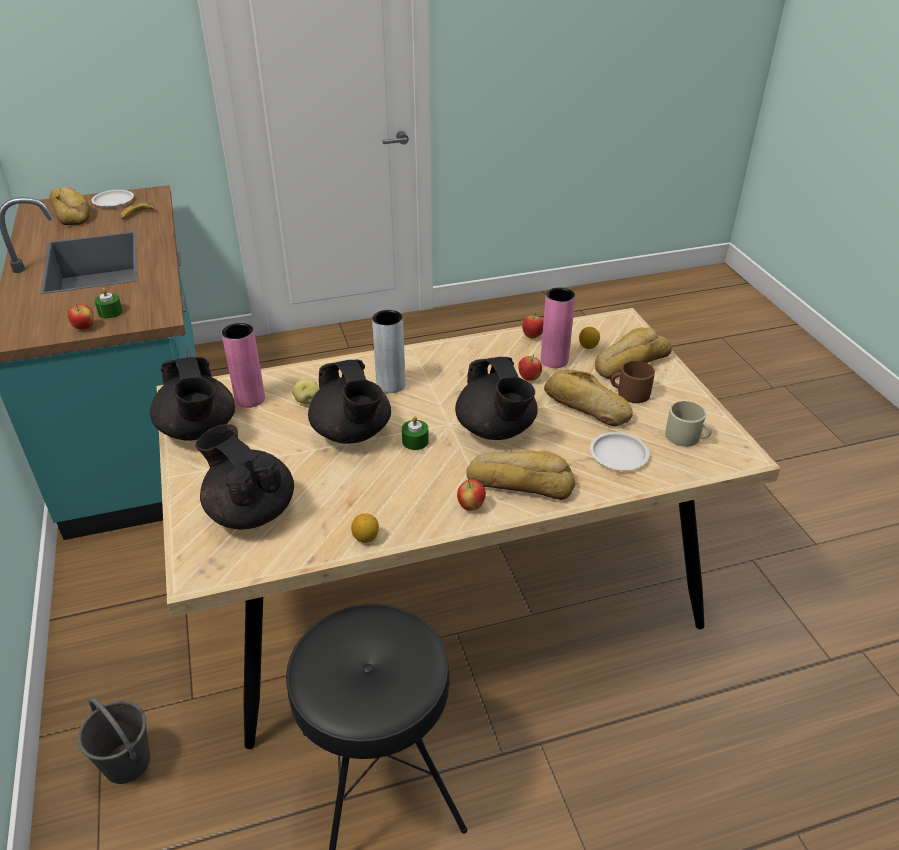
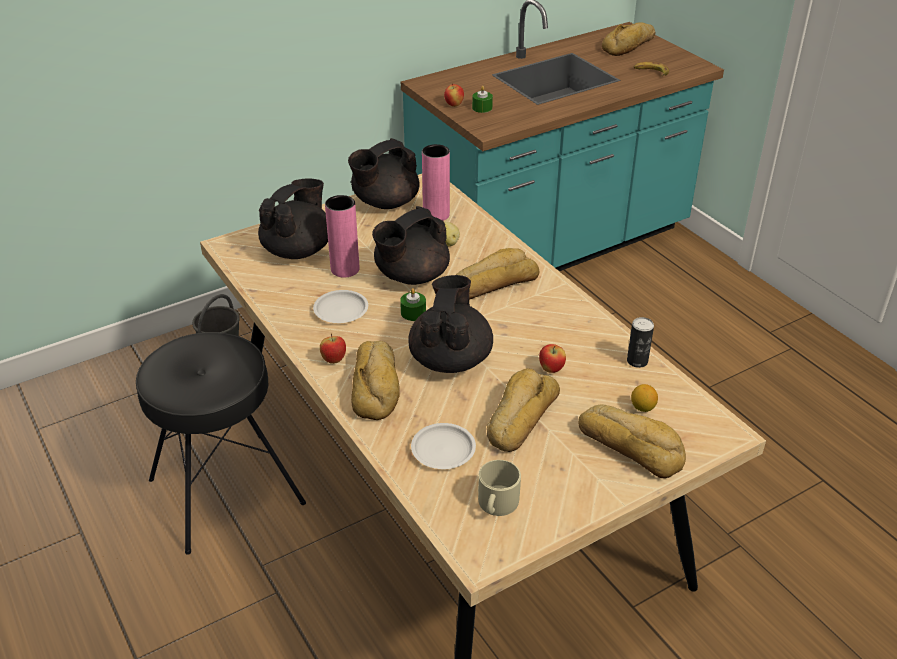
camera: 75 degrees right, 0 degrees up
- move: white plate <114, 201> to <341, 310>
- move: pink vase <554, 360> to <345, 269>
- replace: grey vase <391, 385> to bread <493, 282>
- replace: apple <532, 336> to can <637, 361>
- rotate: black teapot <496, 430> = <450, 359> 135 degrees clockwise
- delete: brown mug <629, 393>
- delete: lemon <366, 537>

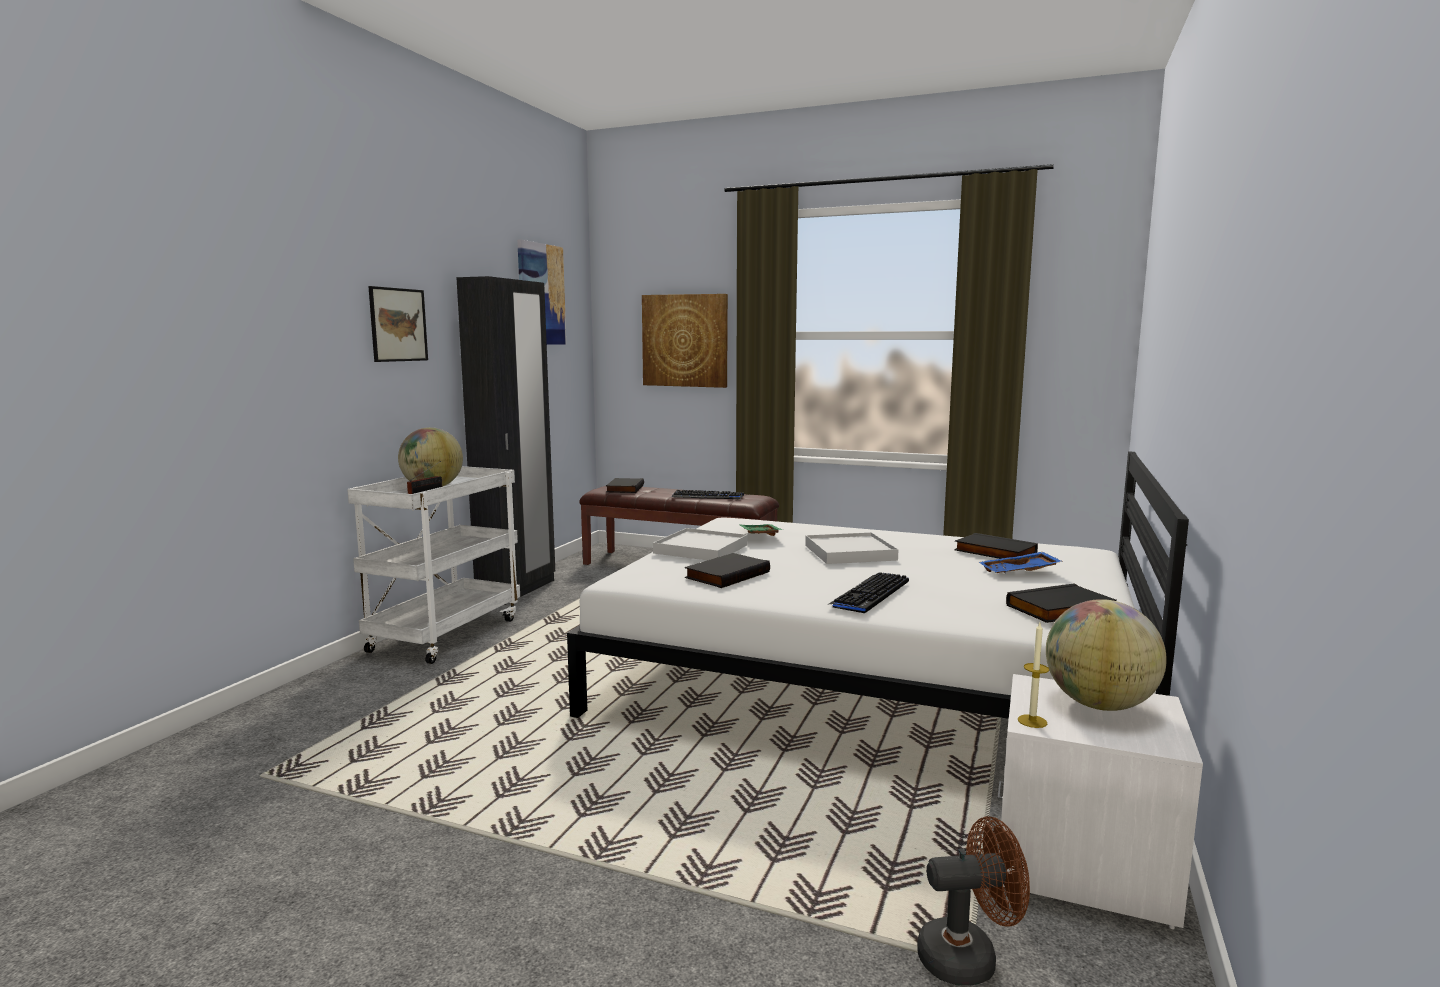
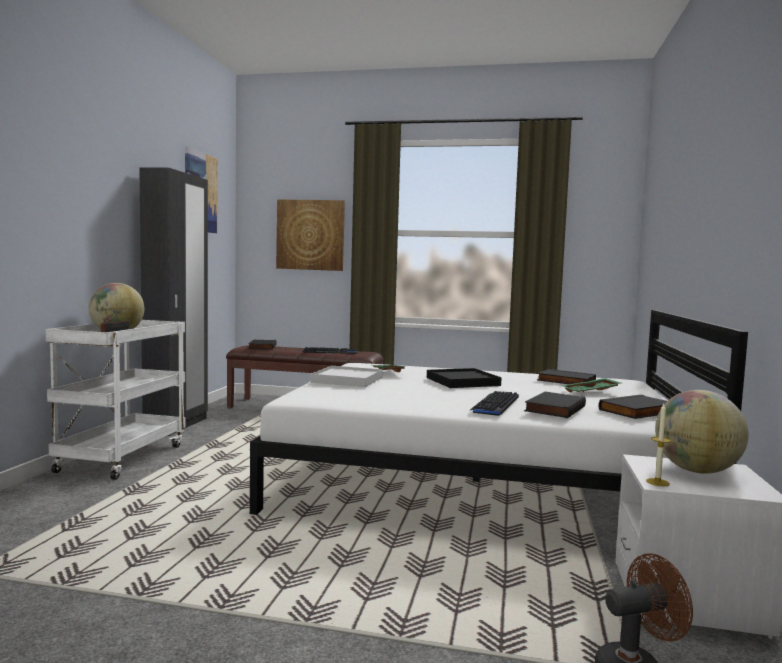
camera: 10 degrees left, 5 degrees down
- delete: picture <398, 325>
- recolor: white tray <849, 553> to black tray <462, 382>
- recolor: blue tray <1019, 572> to green tray <591, 392>
- move: black book <726, 574> to <553, 408>

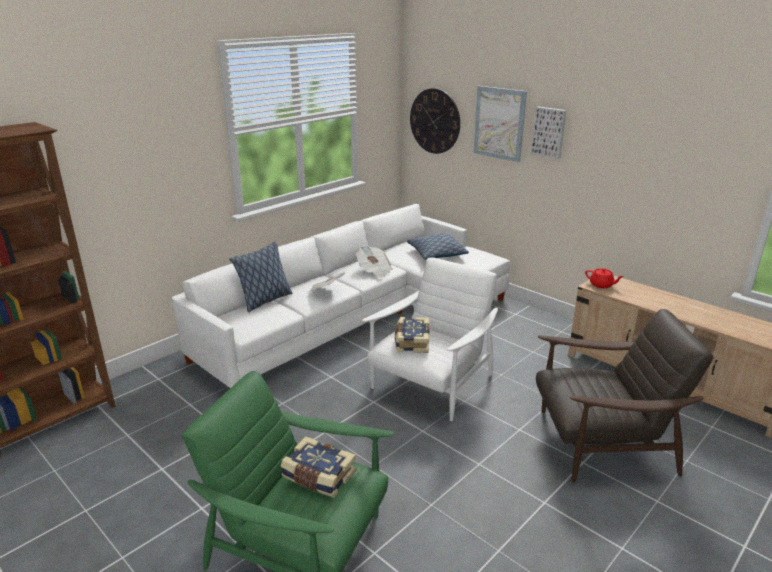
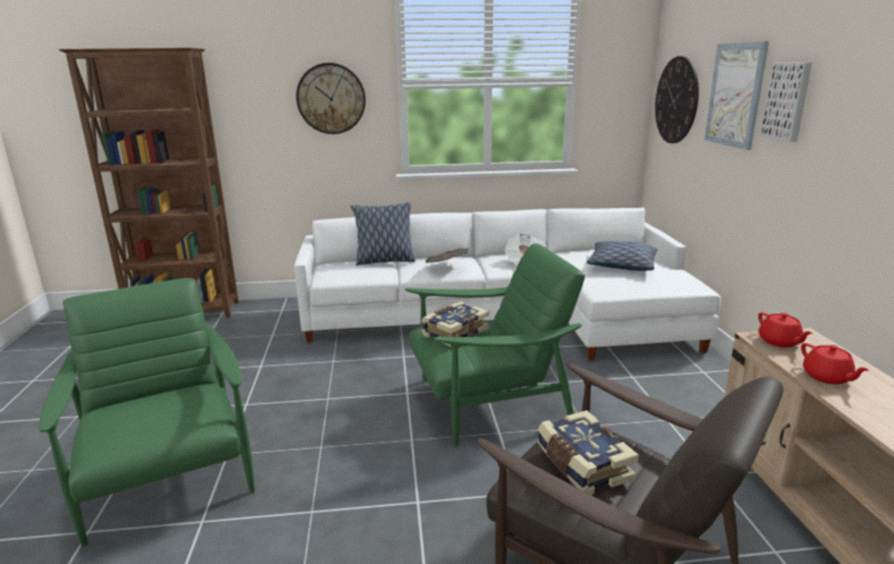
camera: 40 degrees right, 5 degrees down
- recolor: white armchair <431, 384> to green armchair <488, 401>
- move: book <318, 477> to <582, 465>
- insert: wall clock <331, 99>
- insert: red teapot <827, 377>

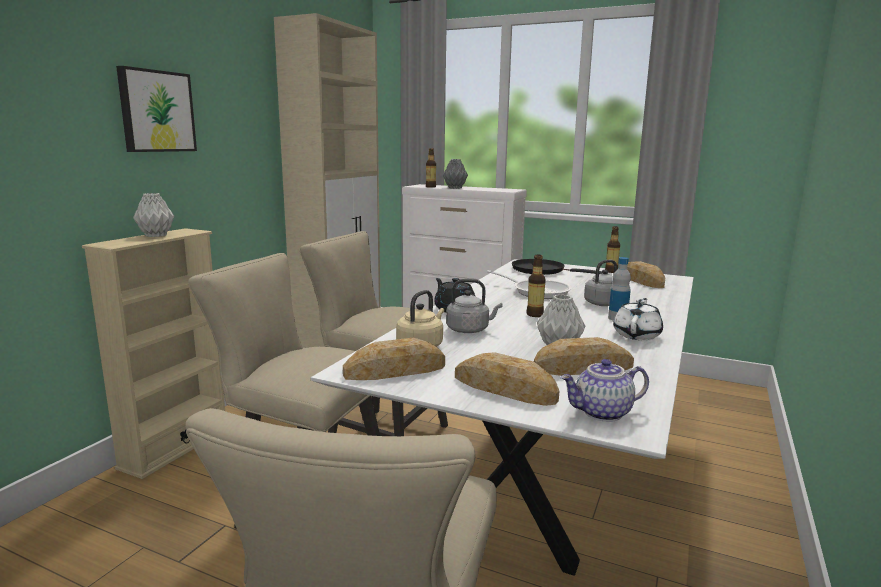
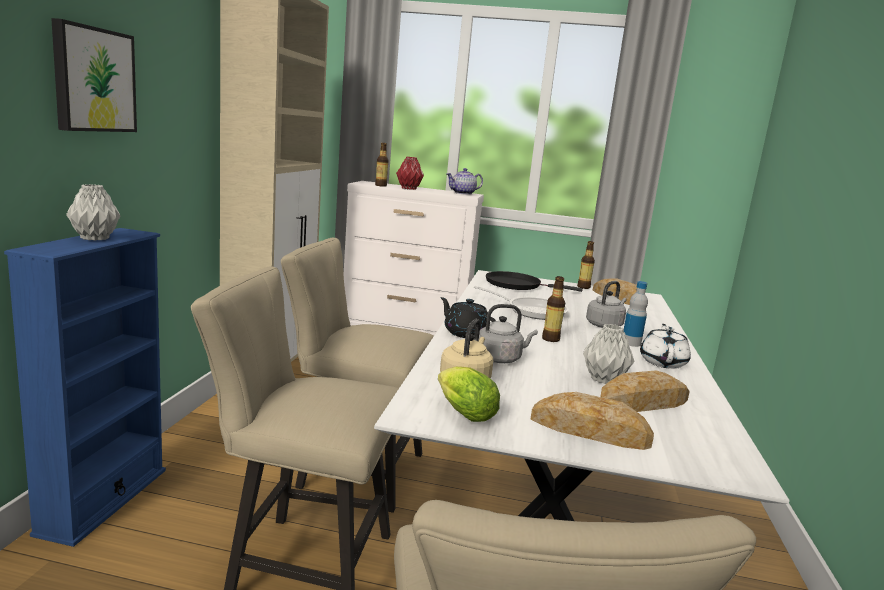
camera: 15 degrees left, 0 degrees up
- recolor: grey vase <455, 188> to red vase <409, 188>
- recolor: beige bookcase <176, 447> to blue bookcase <103, 500>
- replace: bread <395, 370> to lettuce <462, 412>
- move: teapot <602, 413> to <463, 193>

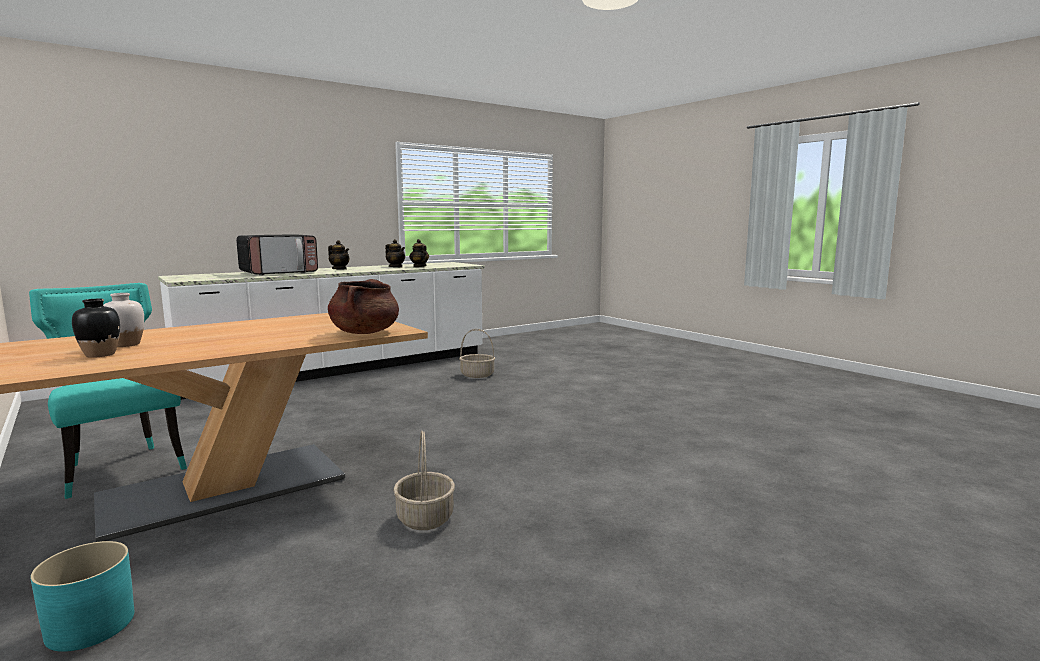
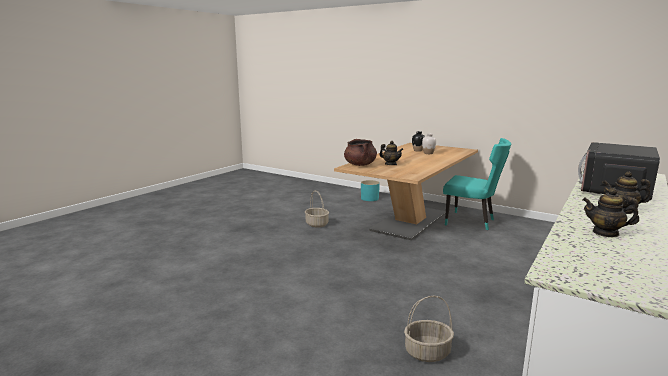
camera: 160 degrees right, 5 degrees up
- move: teapot <419, 266> to <390, 164>

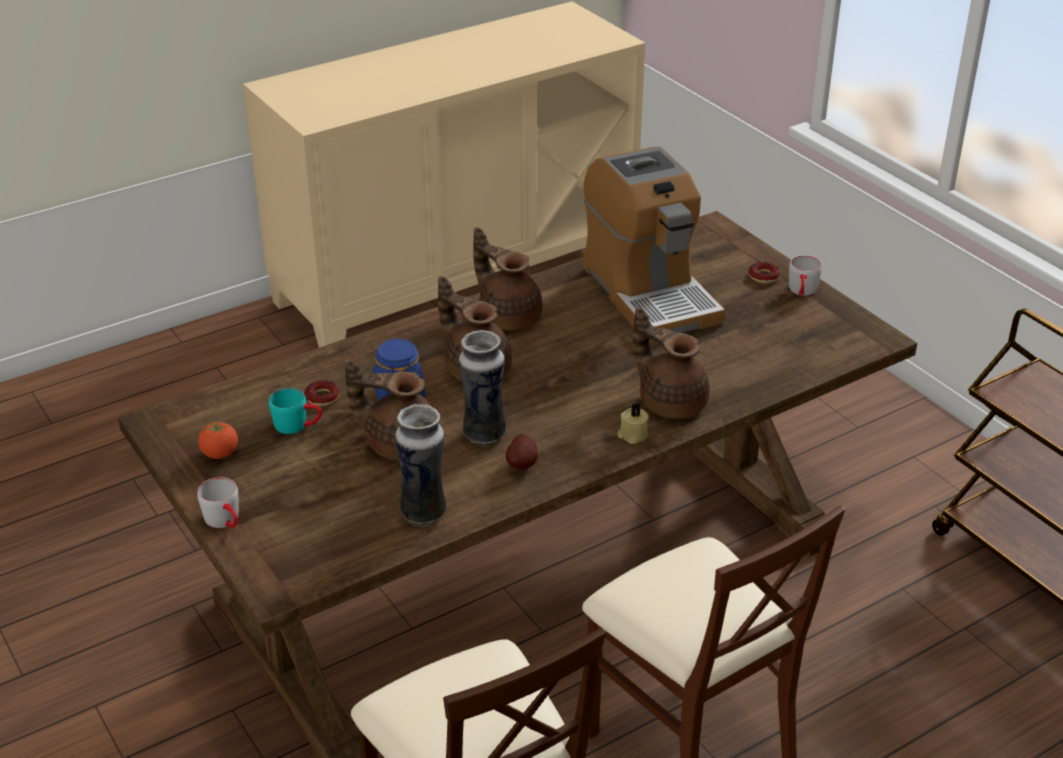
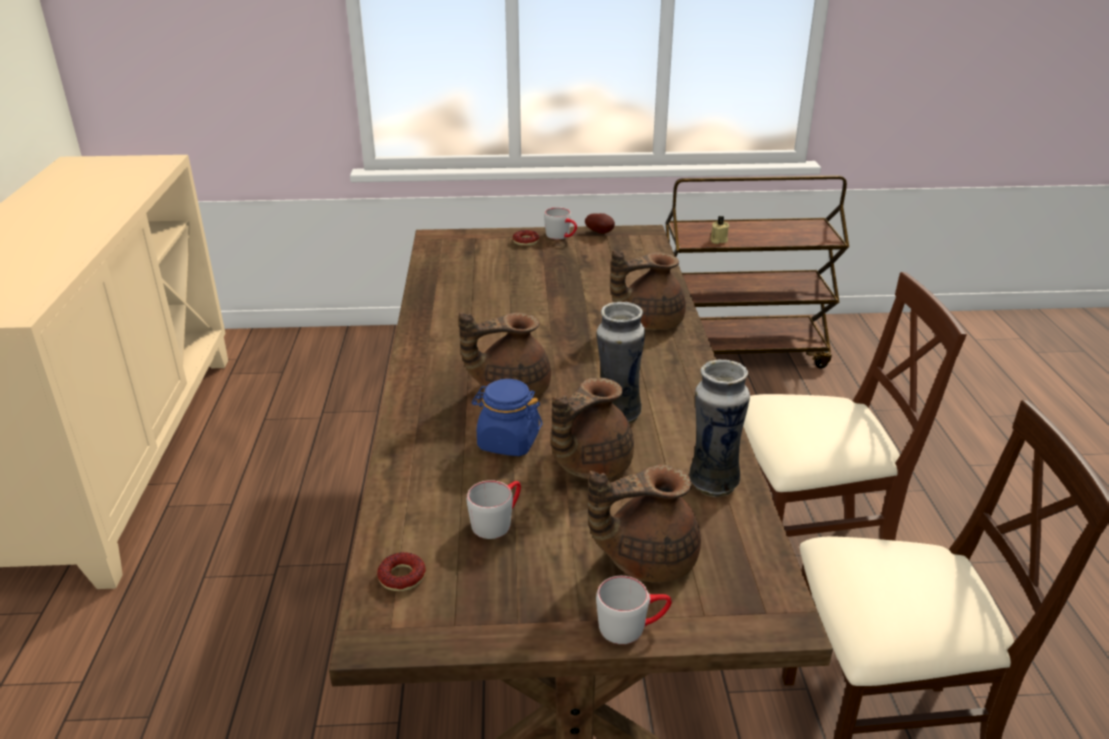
camera: 60 degrees left, 5 degrees down
- delete: coffee machine <649, 293>
- move: brown teapot <508, 316> to <646, 559>
- move: donut <322, 397> to <402, 577>
- recolor: turquoise mug <298, 425> to grey mug <497, 521>
- move: beige candle <632, 435> to <718, 240>
- delete: tomato <220, 454>
- move: potato <523, 465> to <601, 233>

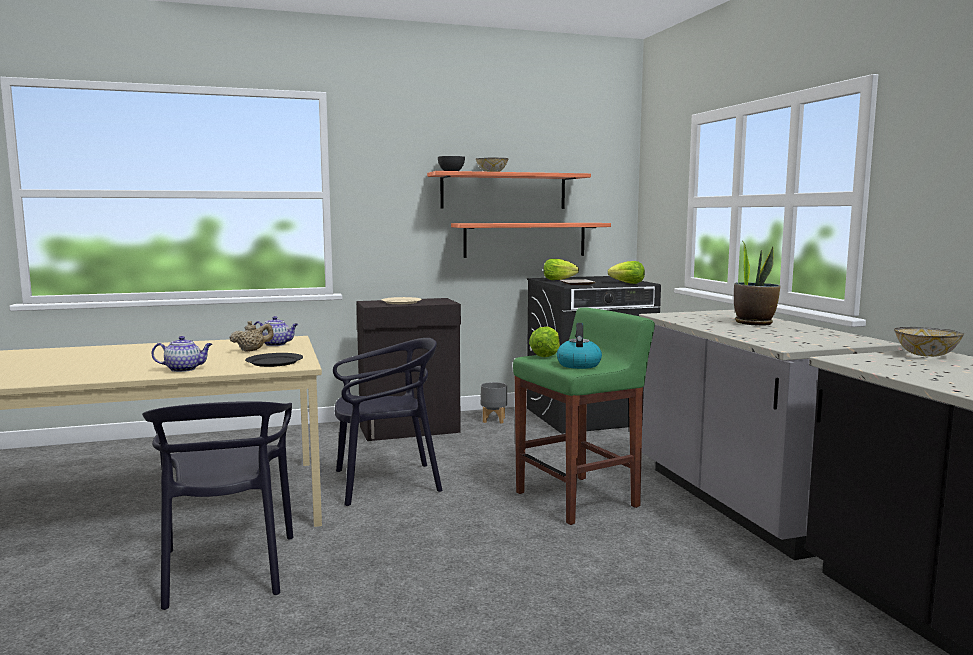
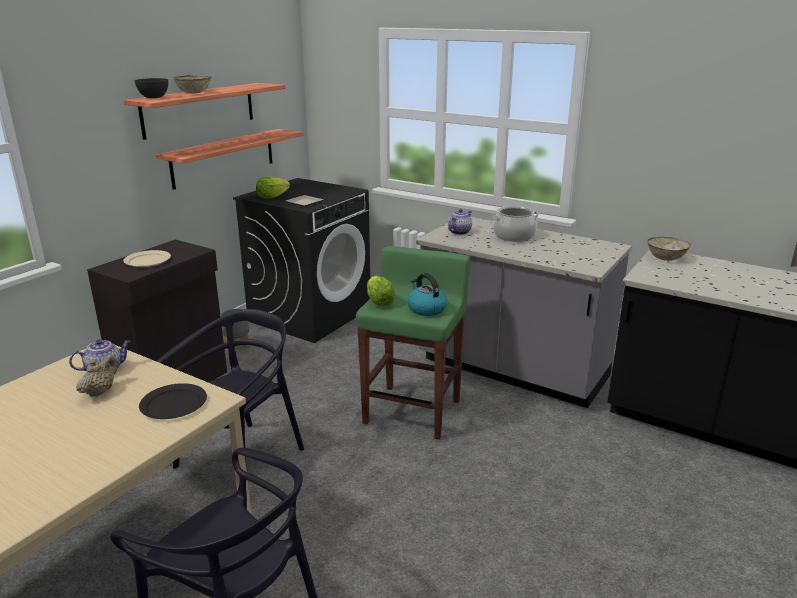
camera: 40 degrees left, 15 degrees up
- replace: potted plant <754, 323> to cooking pot <514, 236>
- delete: lettuce <627, 283>
- move: teapot <184, 369> to <459, 232>

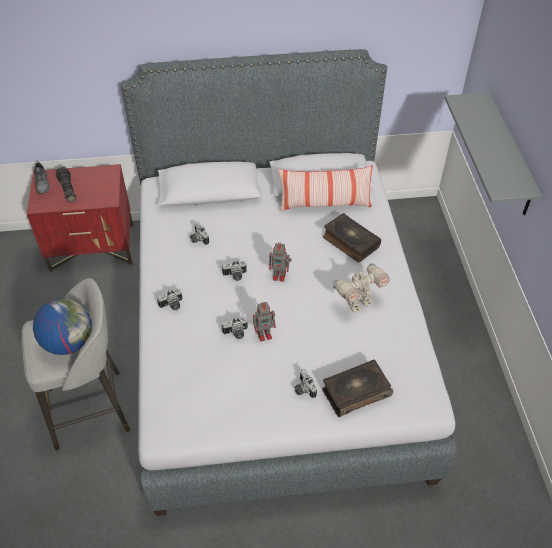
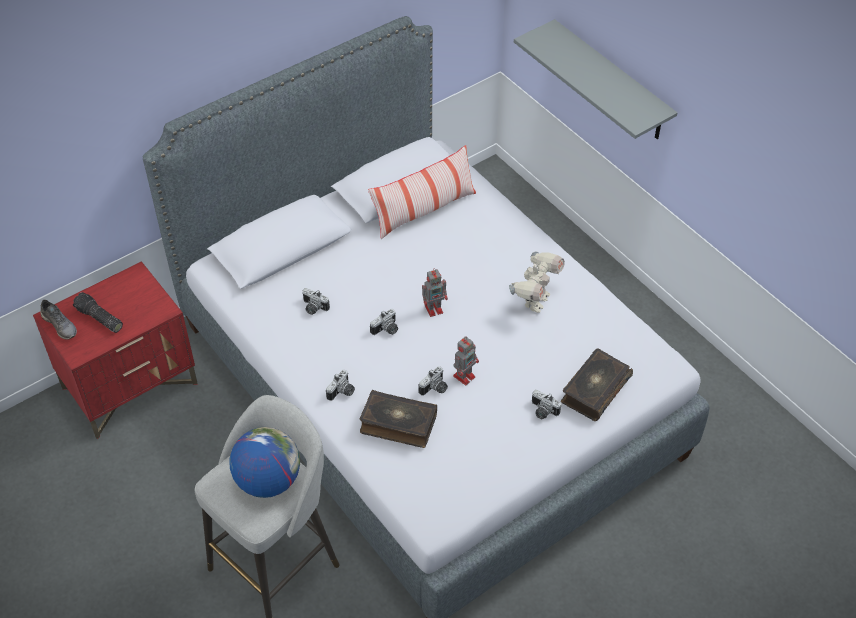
camera: 30 degrees left, 0 degrees up
- move: book <350, 242> to <398, 424>

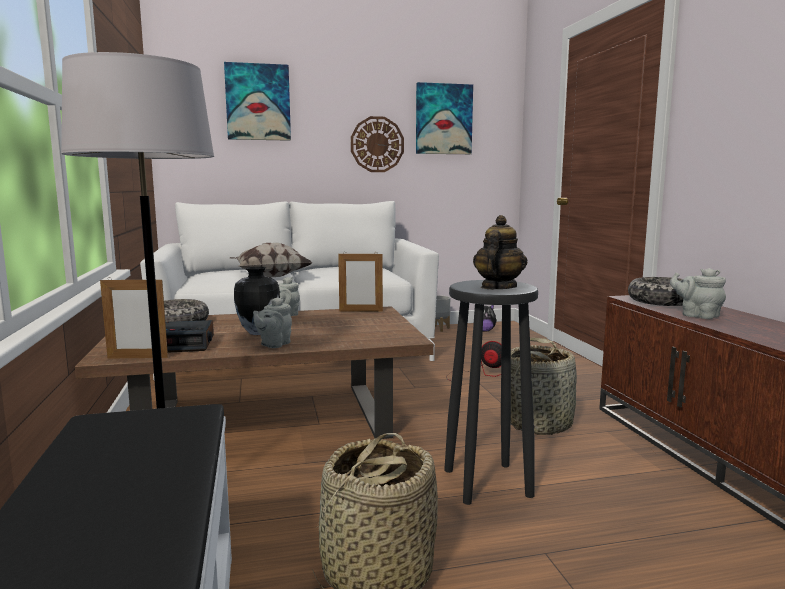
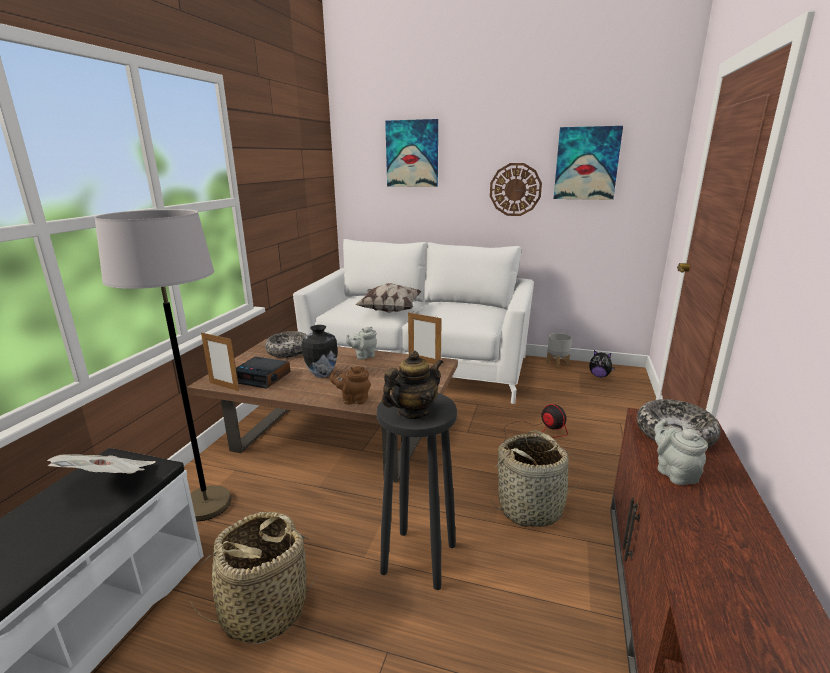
camera: 30 degrees right, 10 degrees up
- delete: grey teapot <274, 344>
- insert: brown teapot <353, 400>
- insert: newspaper <110, 481>

